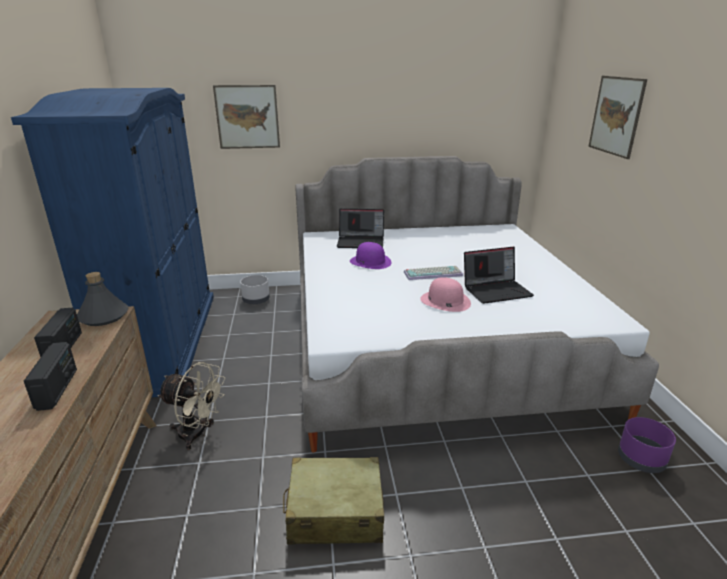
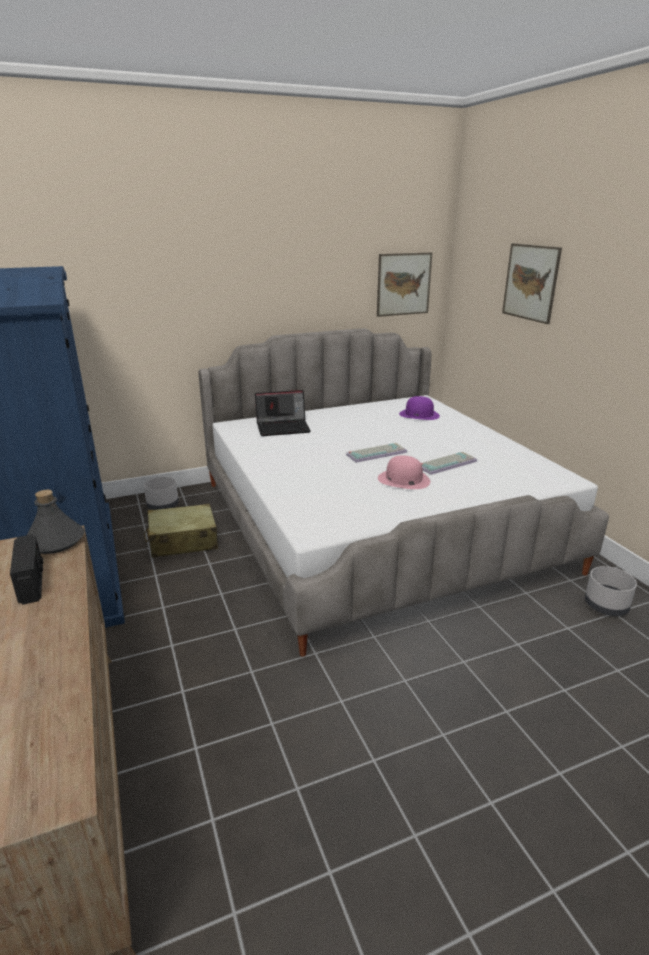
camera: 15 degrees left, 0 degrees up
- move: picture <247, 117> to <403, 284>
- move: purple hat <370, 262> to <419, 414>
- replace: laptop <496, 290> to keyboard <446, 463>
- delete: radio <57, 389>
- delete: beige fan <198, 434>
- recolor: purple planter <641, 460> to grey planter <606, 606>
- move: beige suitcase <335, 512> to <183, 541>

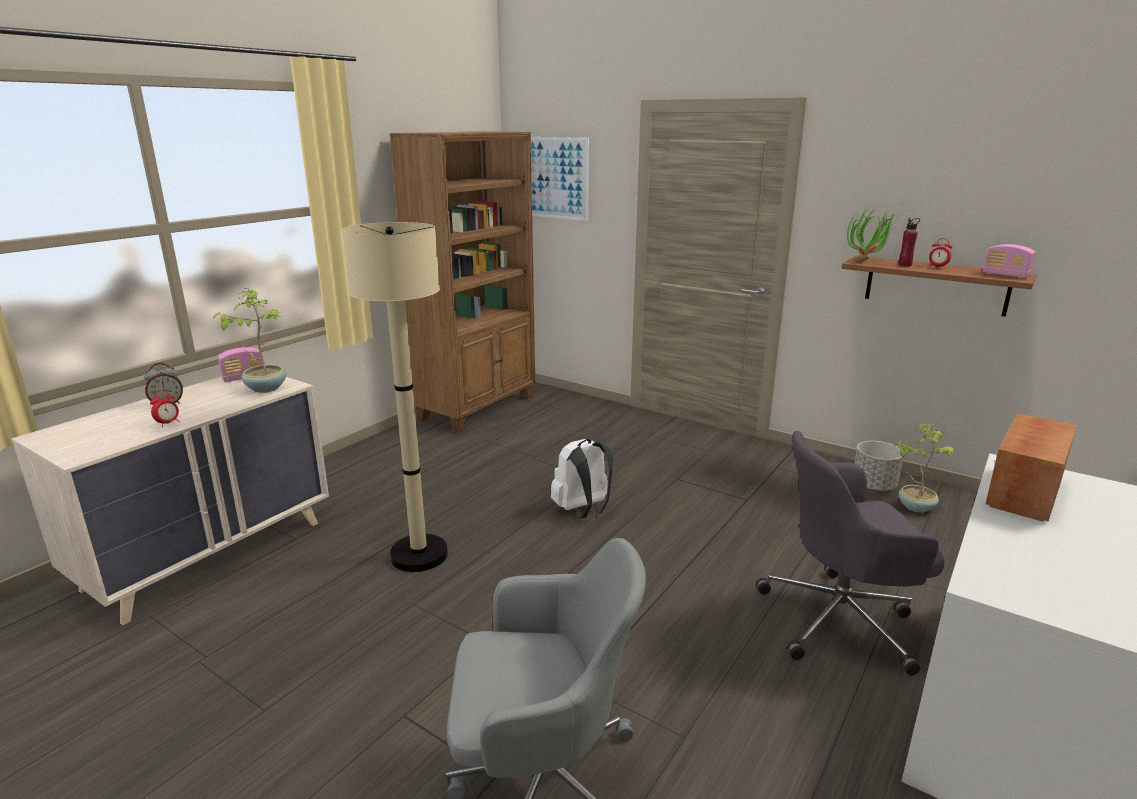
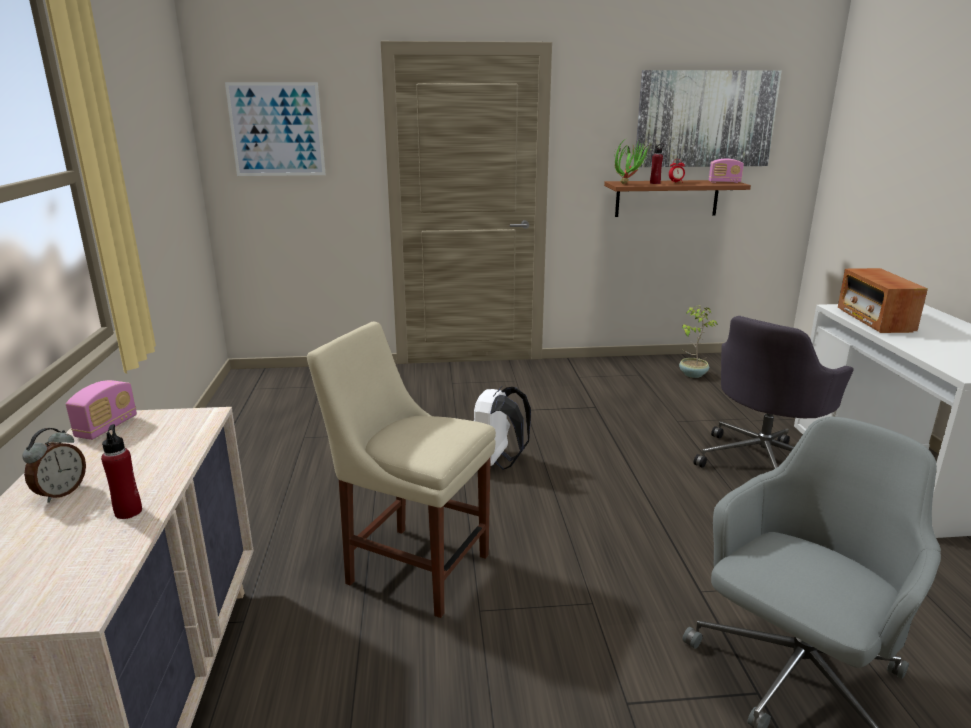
camera: 40 degrees left, 0 degrees up
- delete: brown bookcase <478, 407>
- replace: beige floor lamp <419, 555> to beige chair <412, 566>
- delete: potted plant <265, 388>
- replace: alarm clock <168, 423> to red bottle <128, 511>
- delete: grey planter <874, 486>
- insert: picture <705, 119>

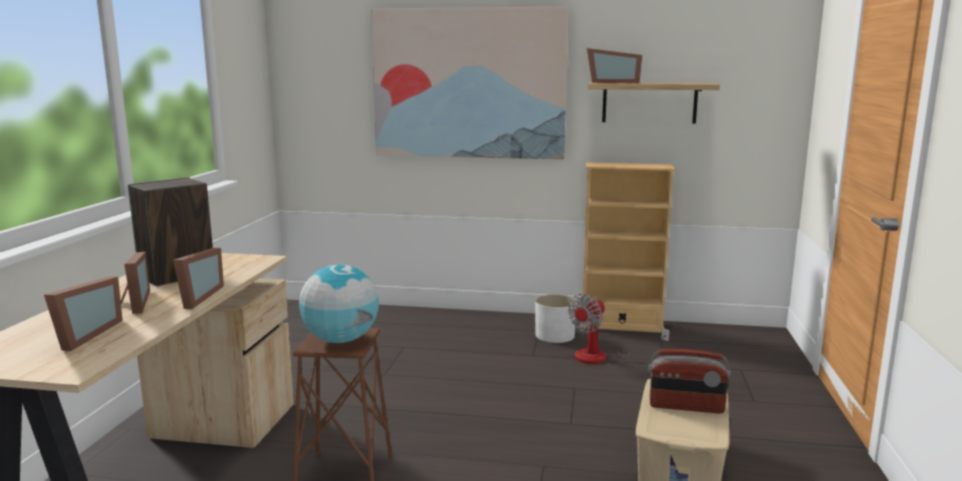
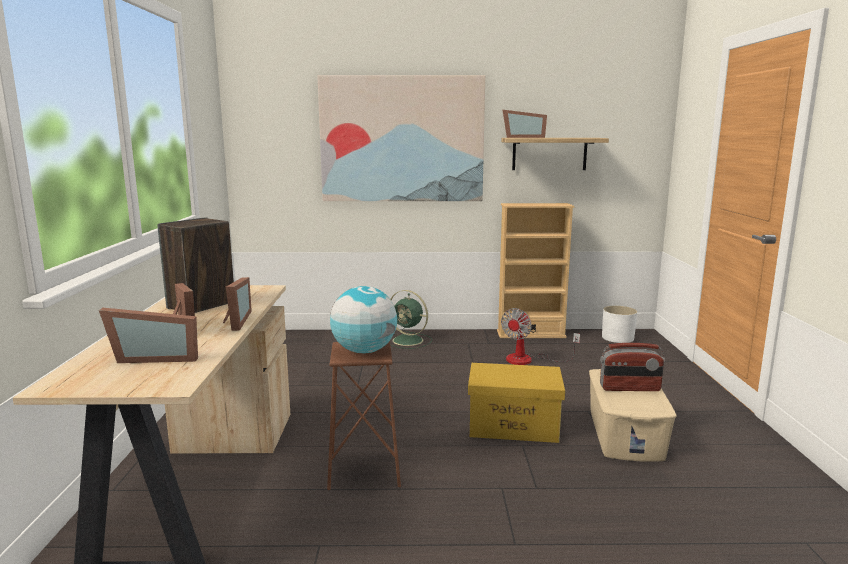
camera: 10 degrees left, 0 degrees up
- rotate: picture frame <82, 336> = <156, 357> 90 degrees clockwise
- move: white planter <555, 335> to <617, 338>
- insert: green fan <409, 341>
- insert: yellow storage box <514, 426>

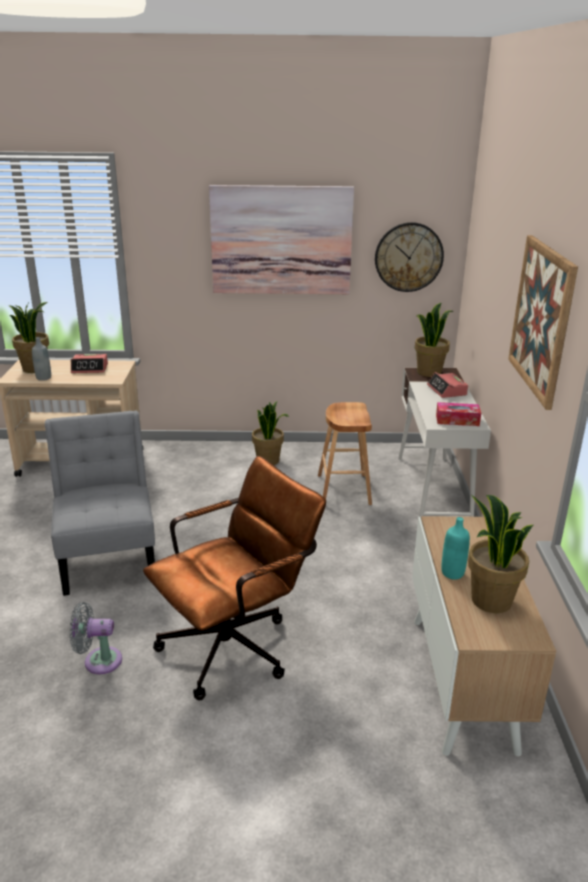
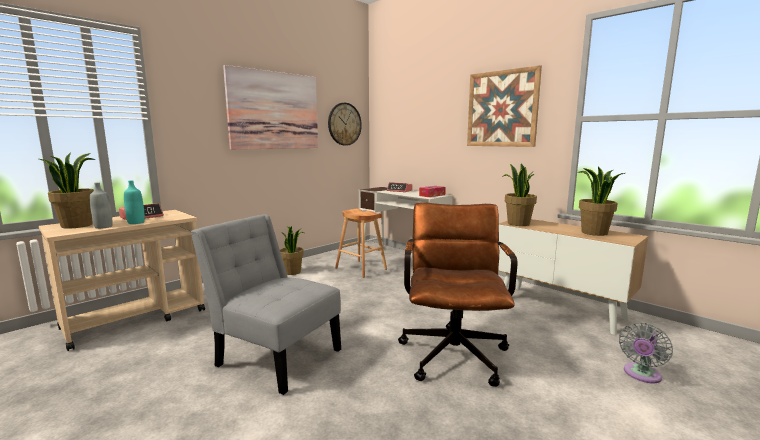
camera: 45 degrees left, 15 degrees down
- move: potted plant <429, 372> to <518, 223>
- move: turquoise bottle <452, 573> to <136, 222>
- move: grey fan <99, 660> to <641, 375>

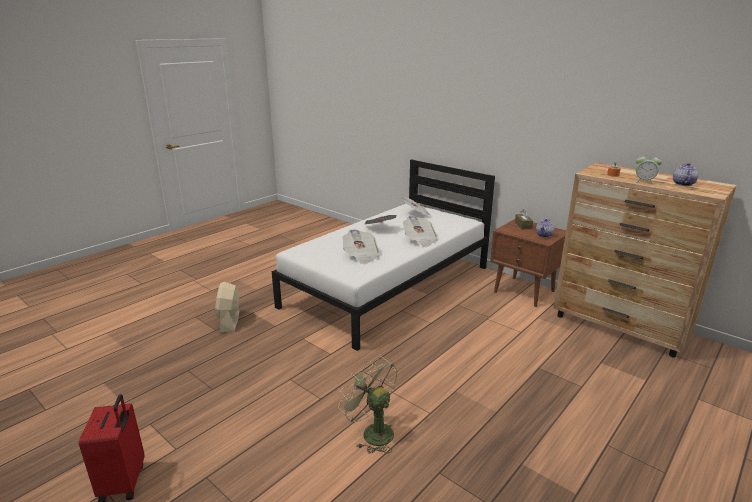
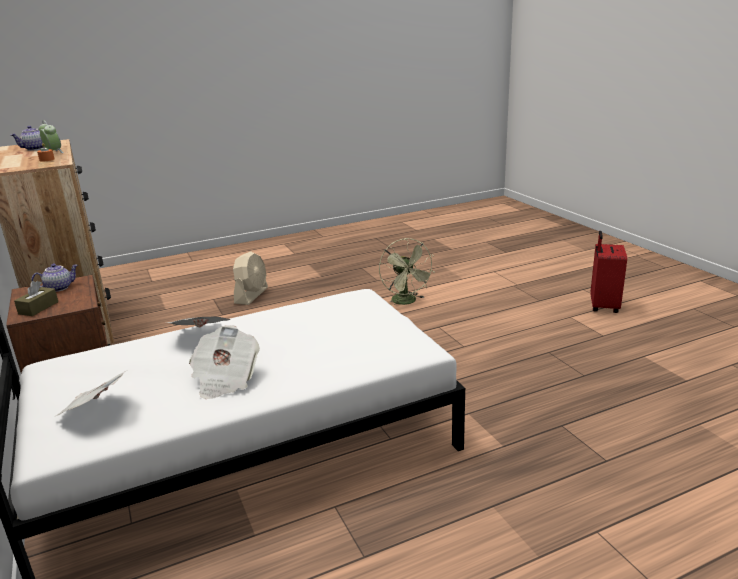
camera: 155 degrees left, 0 degrees up
- delete: newspaper <361, 256>
- move: beige fan <229, 321> to <251, 295>

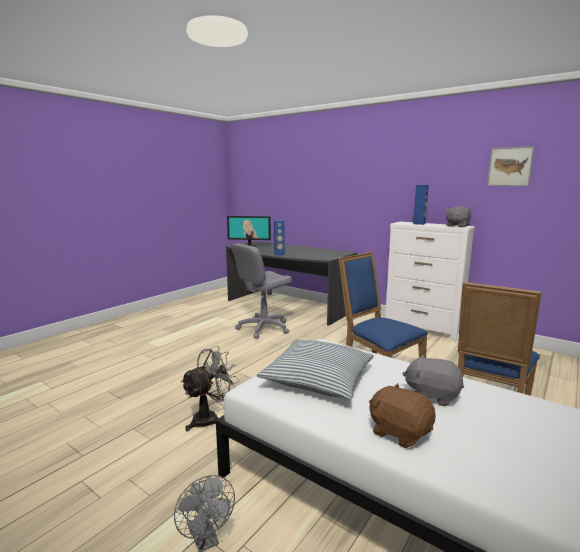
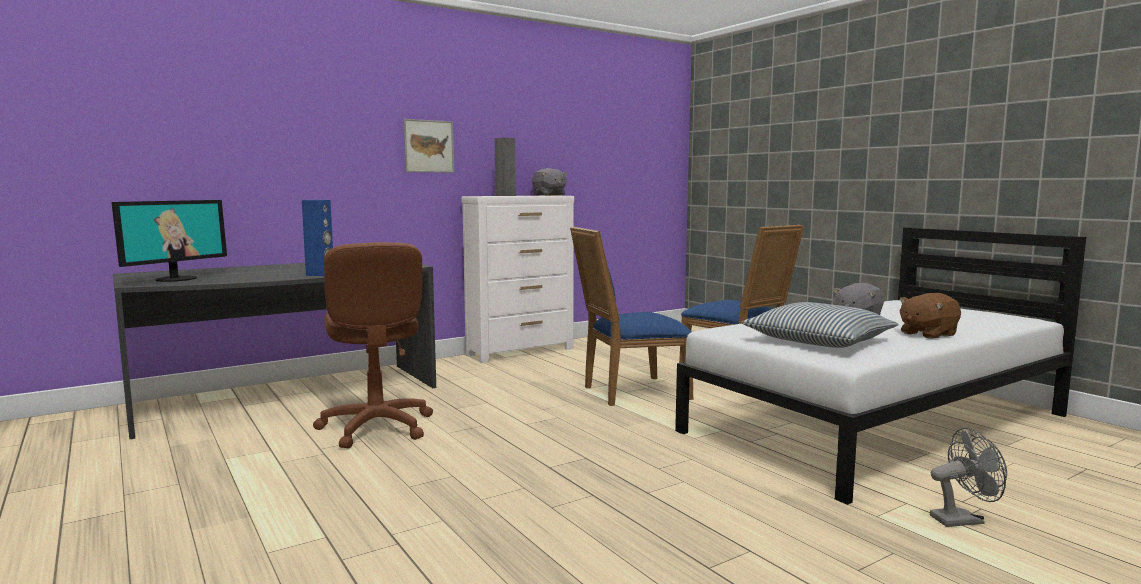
camera: 70 degrees left, 5 degrees down
- move: picture <510, 166> to <428, 146>
- recolor: blue speaker <419, 223> to grey speaker <505, 195>
- recolor: grey office chair <263, 328> to brown office chair <376, 427>
- delete: grey fan <210, 418>

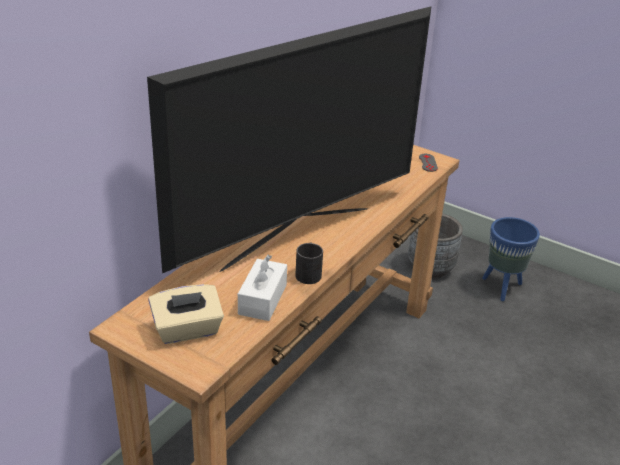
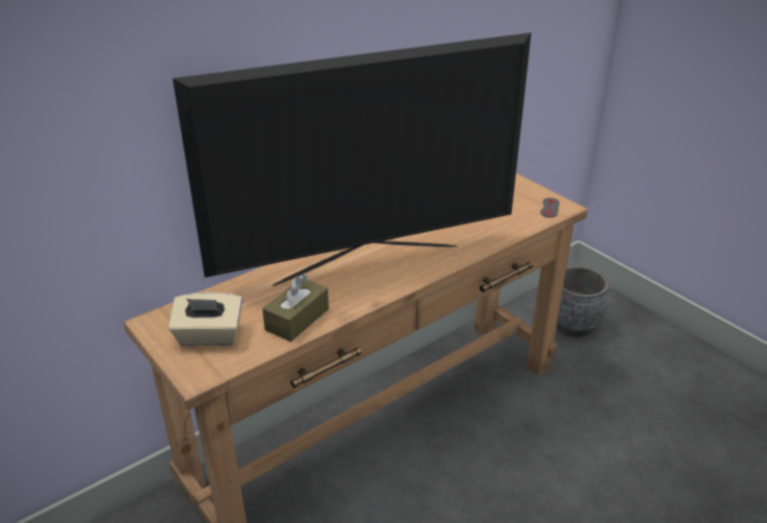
camera: 20 degrees right, 0 degrees up
- delete: blue planter <502, 287>
- delete: black mug <308, 272>
- recolor: white tissue box <262, 299> to brown tissue box <297, 319>

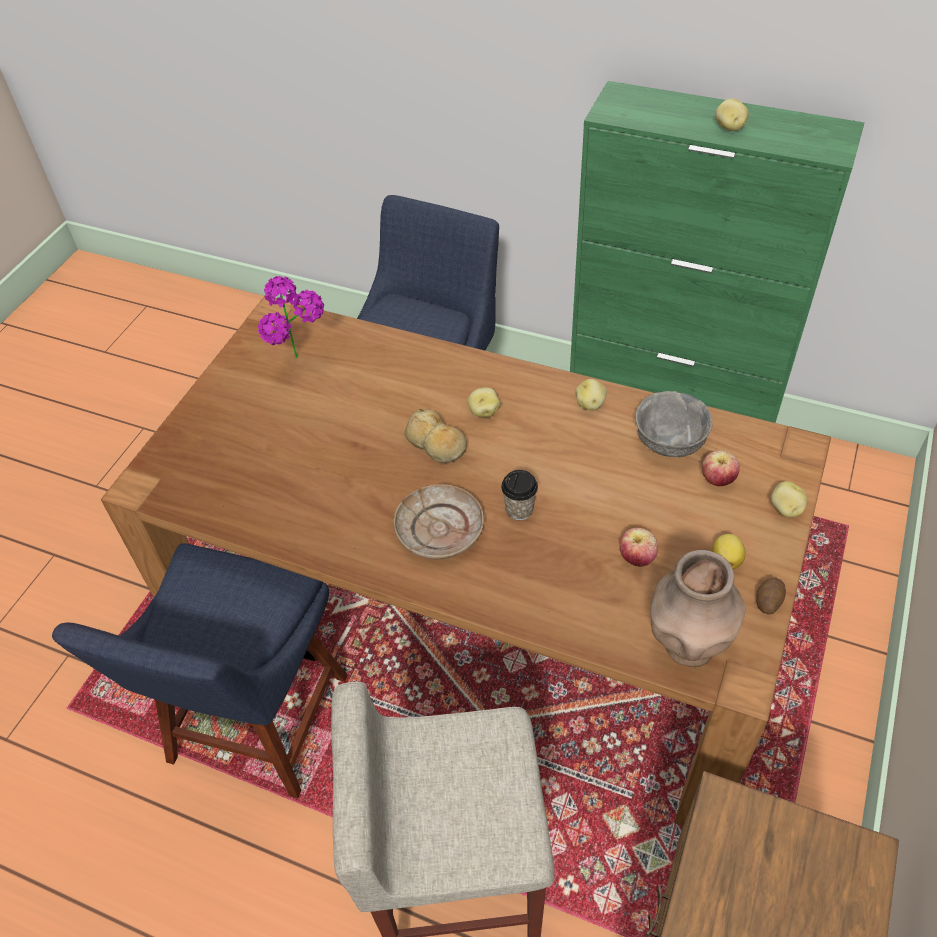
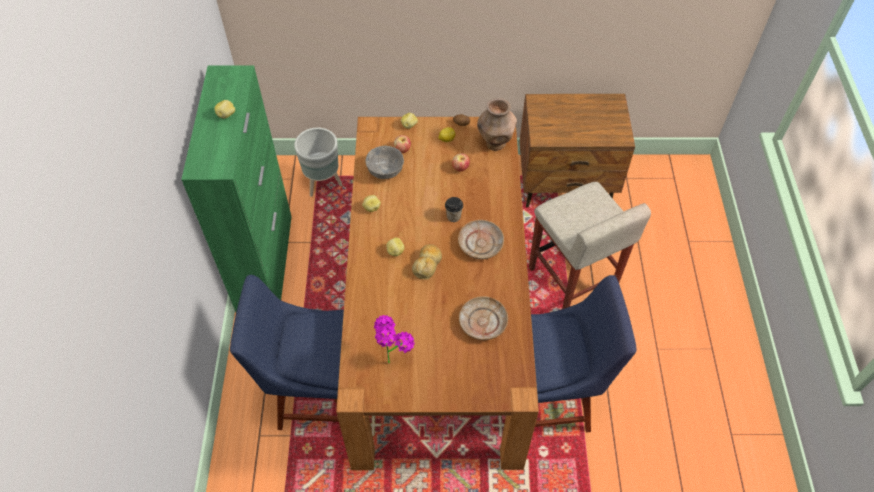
camera: 115 degrees left, 5 degrees up
- insert: grey planter <323, 183>
- insert: beige plate <482, 322>

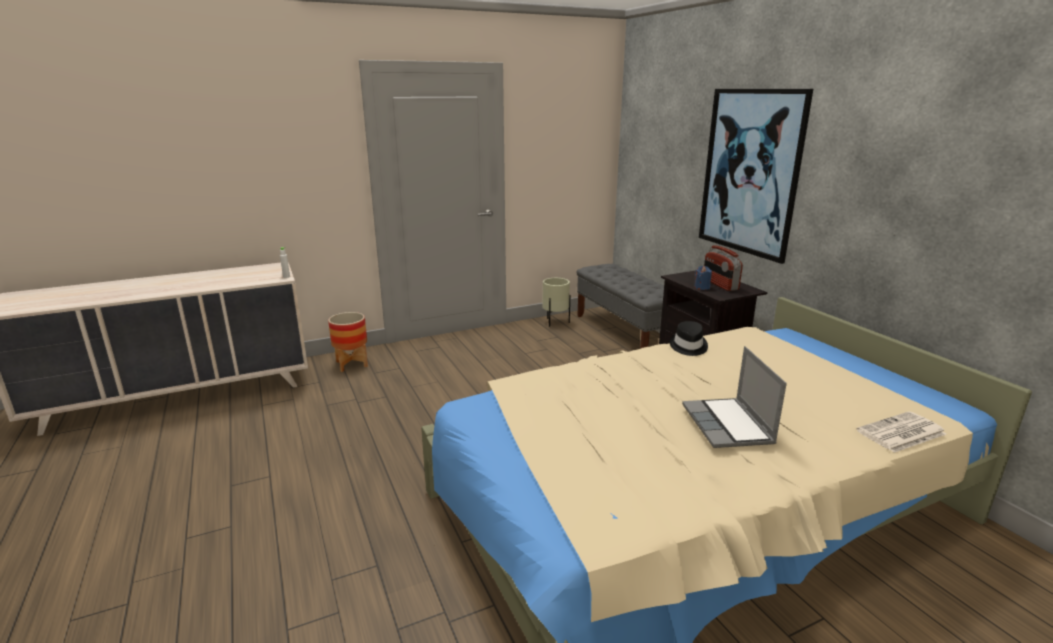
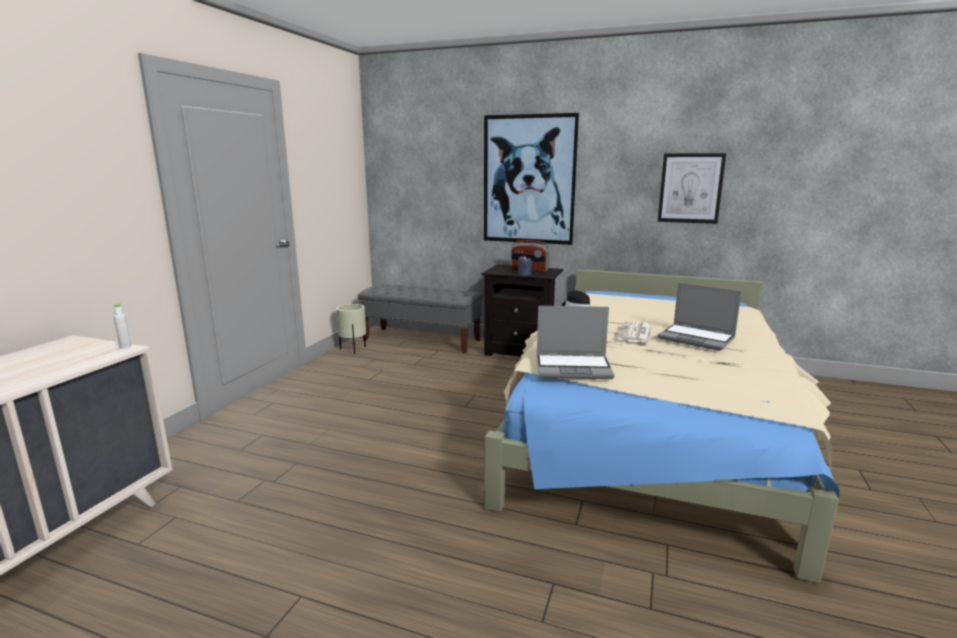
camera: 45 degrees left, 5 degrees down
- delete: planter <351, 364>
- move: newspaper <901, 433> to <635, 333>
- insert: picture <690, 188>
- insert: laptop <574, 368>

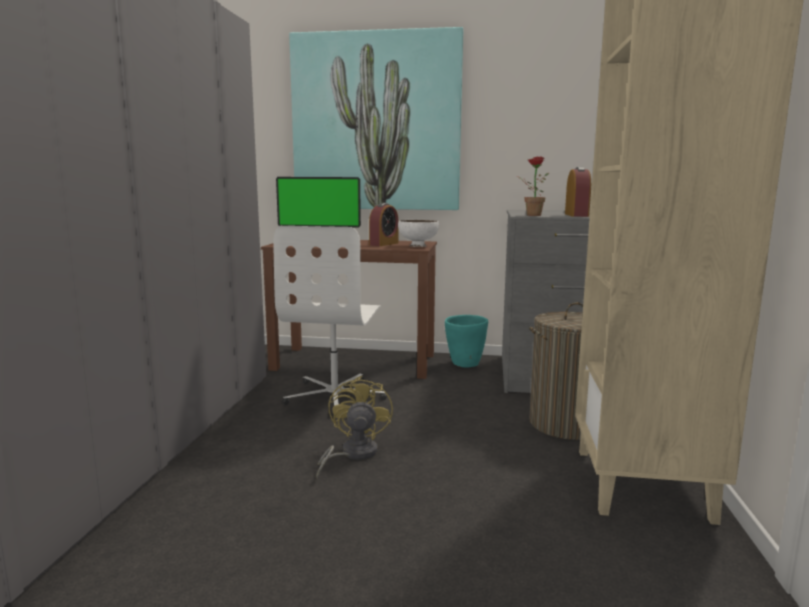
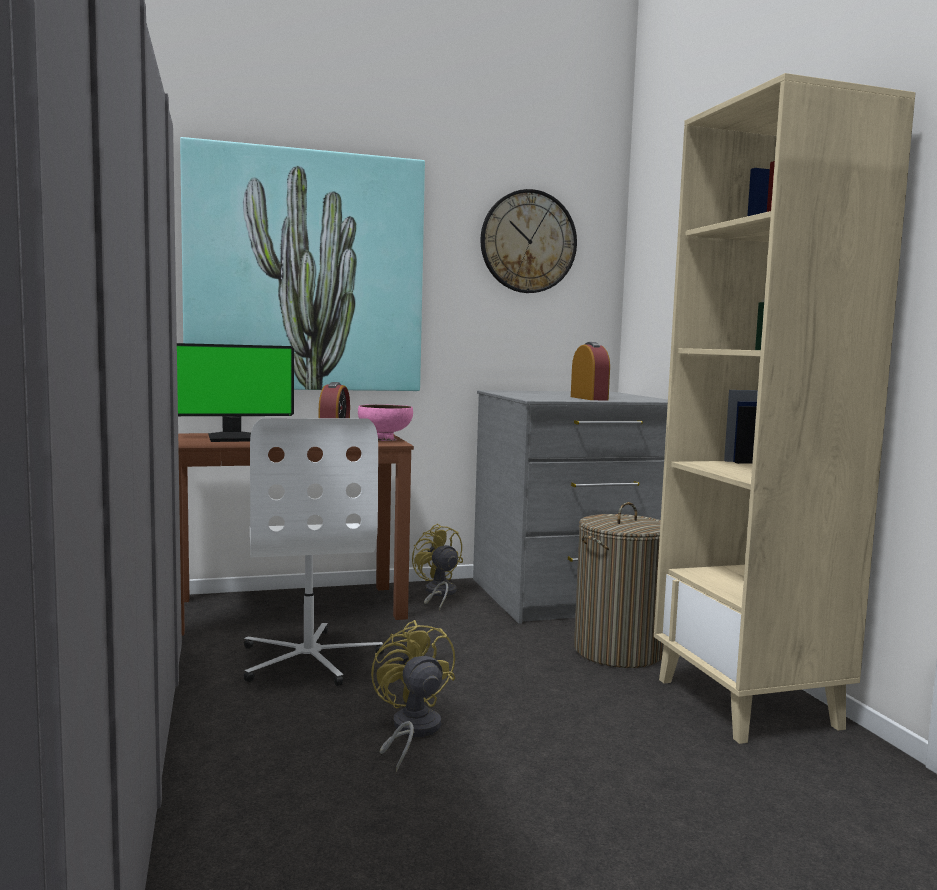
camera: 25 degrees left, 5 degrees down
- delete: potted plant <530, 215>
- recolor: white bowl <418, 246> to pink bowl <384, 439>
- replace: turquoise planter <465, 364> to yellow fan <438, 594>
- insert: wall clock <528, 242>

